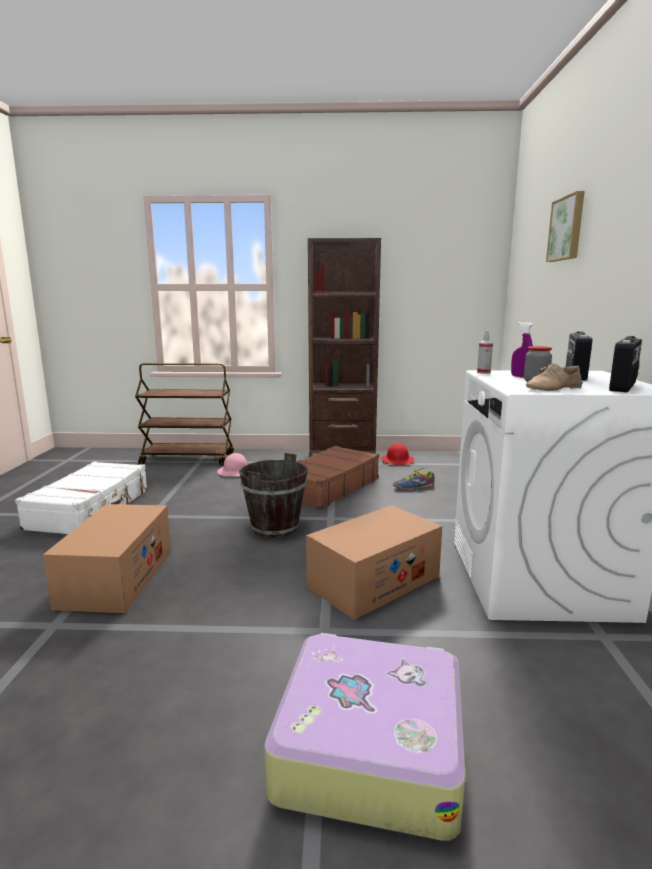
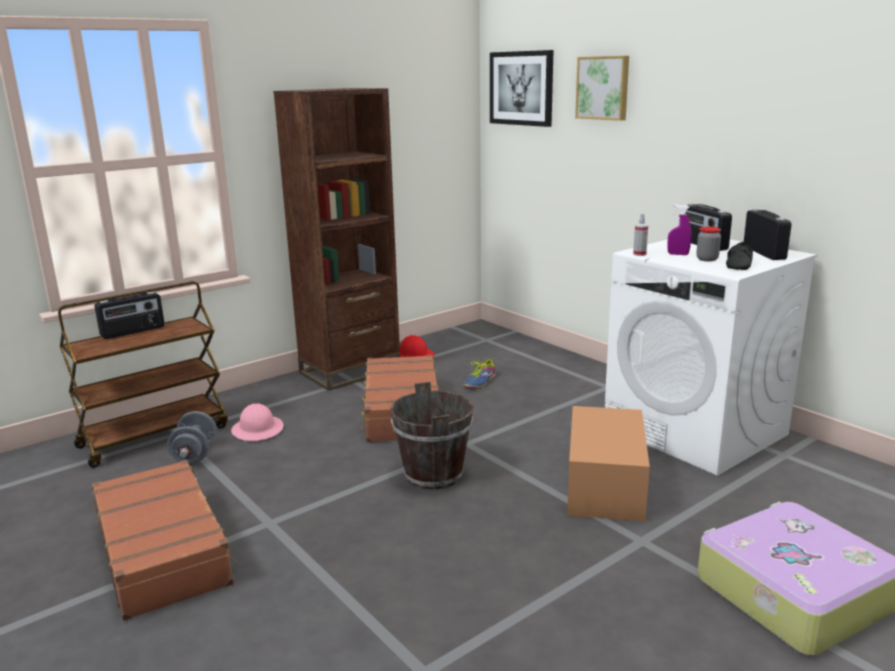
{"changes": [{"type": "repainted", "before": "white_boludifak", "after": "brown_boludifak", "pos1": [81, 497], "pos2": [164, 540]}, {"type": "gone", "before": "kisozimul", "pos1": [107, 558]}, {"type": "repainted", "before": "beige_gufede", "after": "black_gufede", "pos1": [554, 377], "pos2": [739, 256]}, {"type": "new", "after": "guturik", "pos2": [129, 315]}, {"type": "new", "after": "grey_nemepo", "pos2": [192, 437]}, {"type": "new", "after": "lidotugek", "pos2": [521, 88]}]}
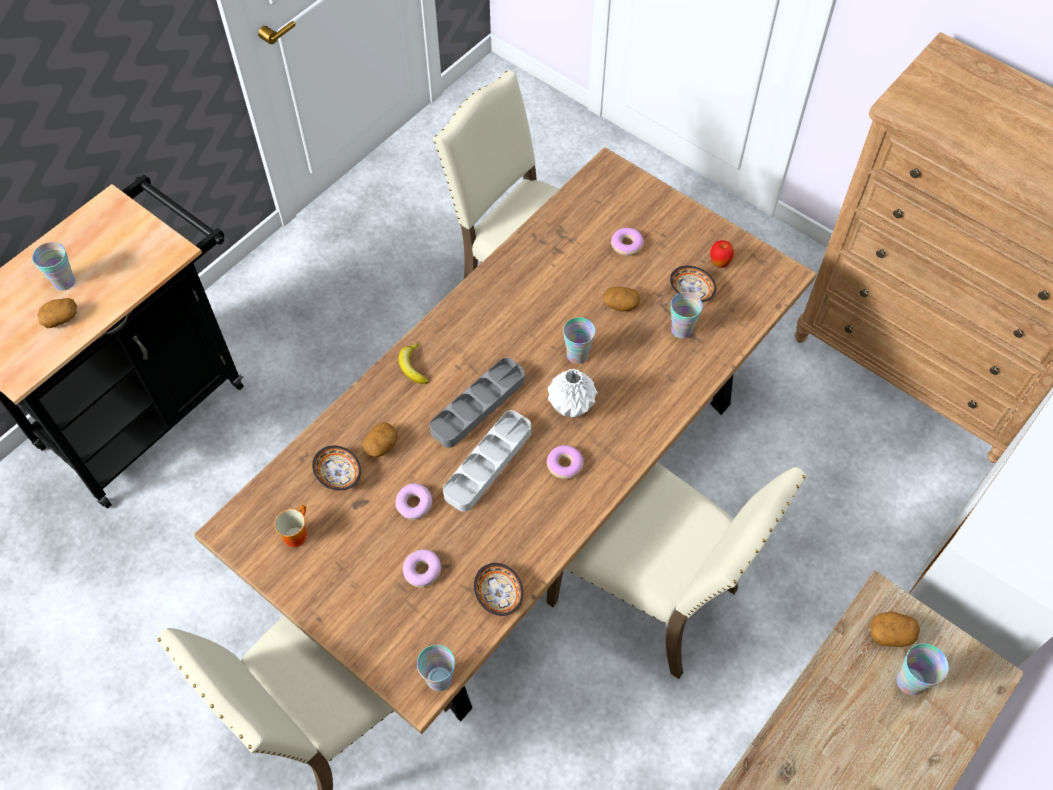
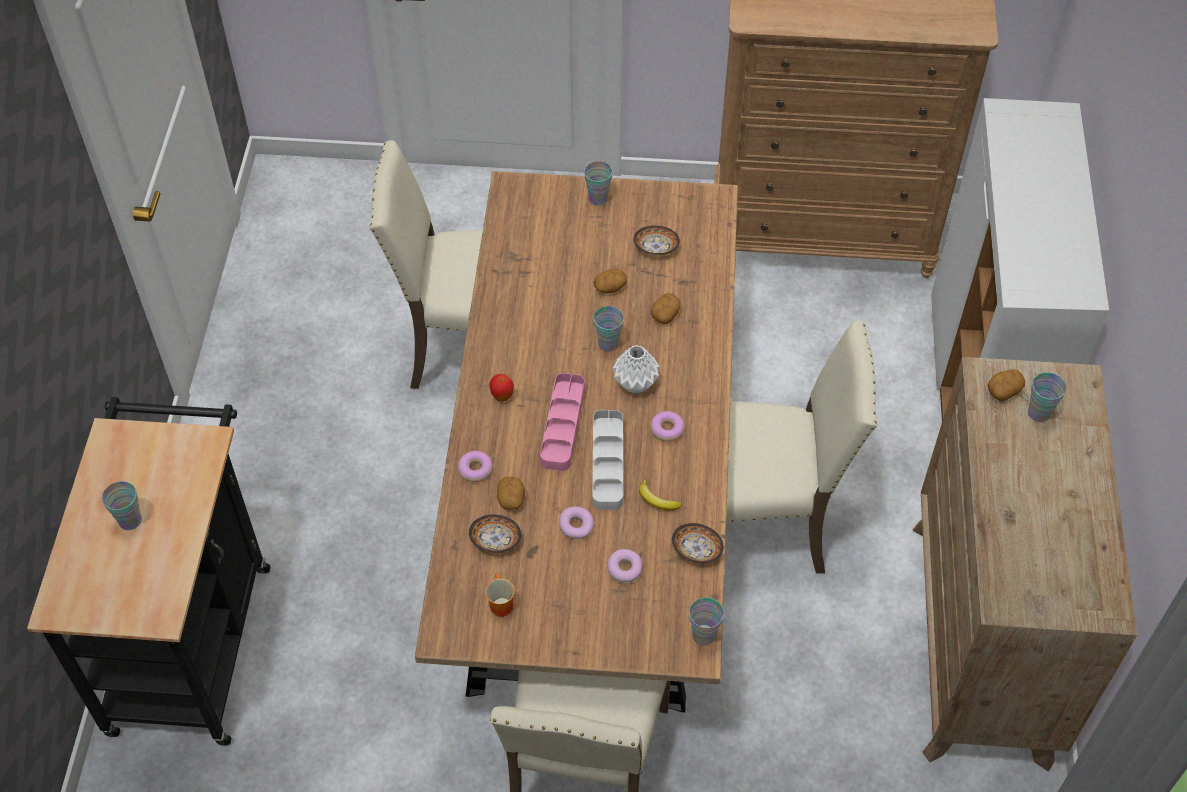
{"changes": [{"type": "shifted", "before": "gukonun", "pos1": [57, 313], "pos2": [666, 308]}, {"type": "shifted", "before": "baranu", "pos1": [414, 364], "pos2": [660, 494]}, {"type": "repainted", "before": "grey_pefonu", "after": "pink_pefonu", "pos1": [477, 403], "pos2": [562, 422]}, {"type": "shifted", "before": "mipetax", "pos1": [627, 242], "pos2": [475, 466]}, {"type": "shifted", "before": "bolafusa", "pos1": [687, 315], "pos2": [598, 183]}, {"type": "shifted", "before": "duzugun", "pos1": [722, 254], "pos2": [501, 387]}]}
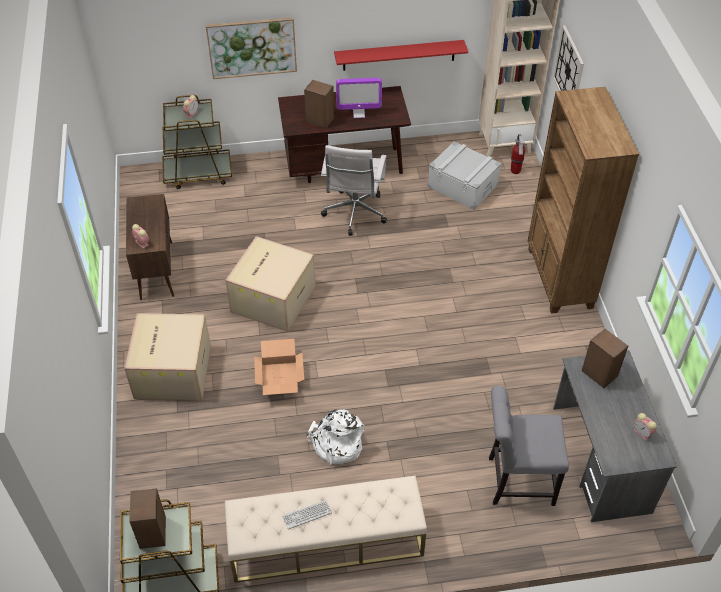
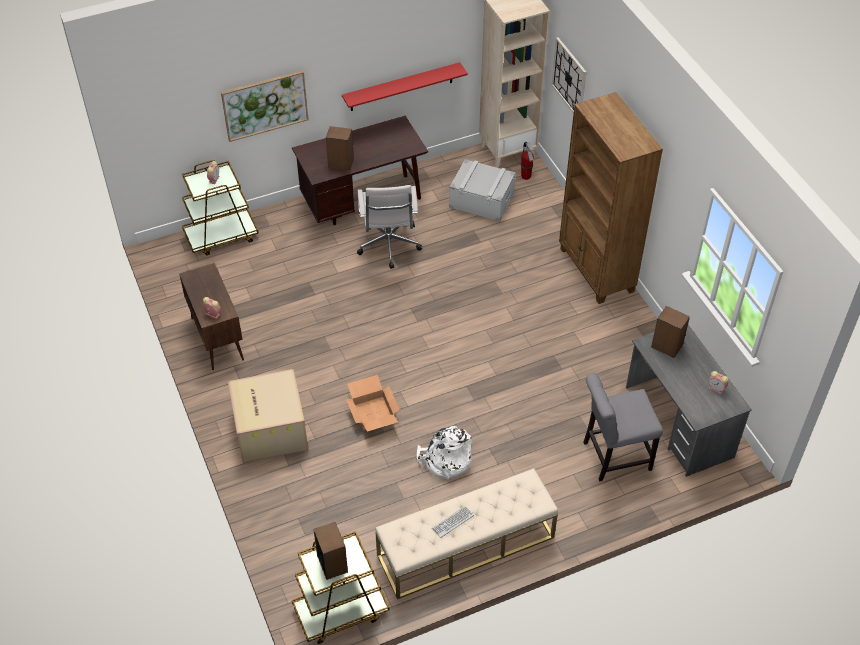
{"changes": [{"type": "gone", "before": "kisozimul", "pos1": [270, 284]}, {"type": "gone", "before": "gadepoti", "pos1": [359, 98]}]}
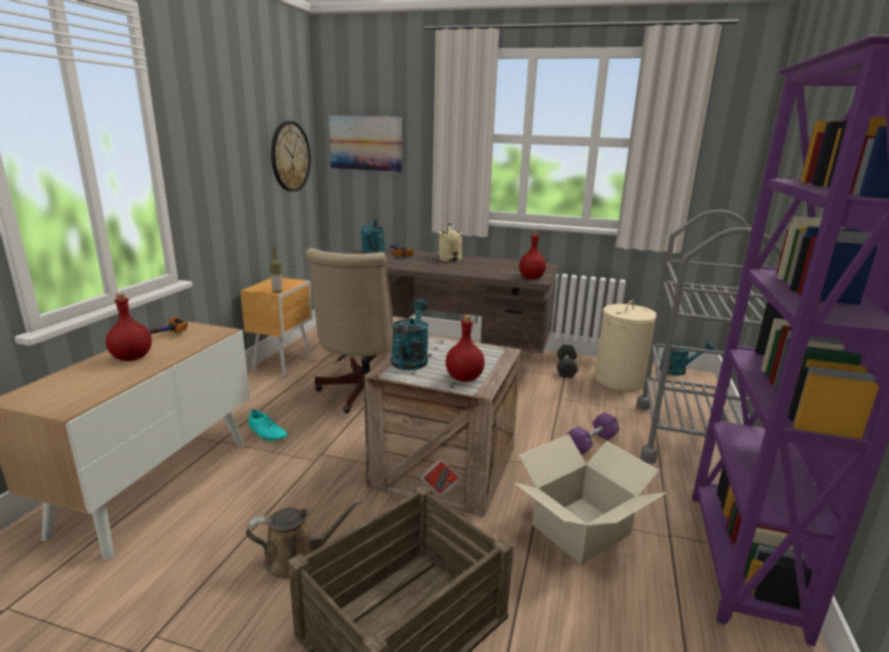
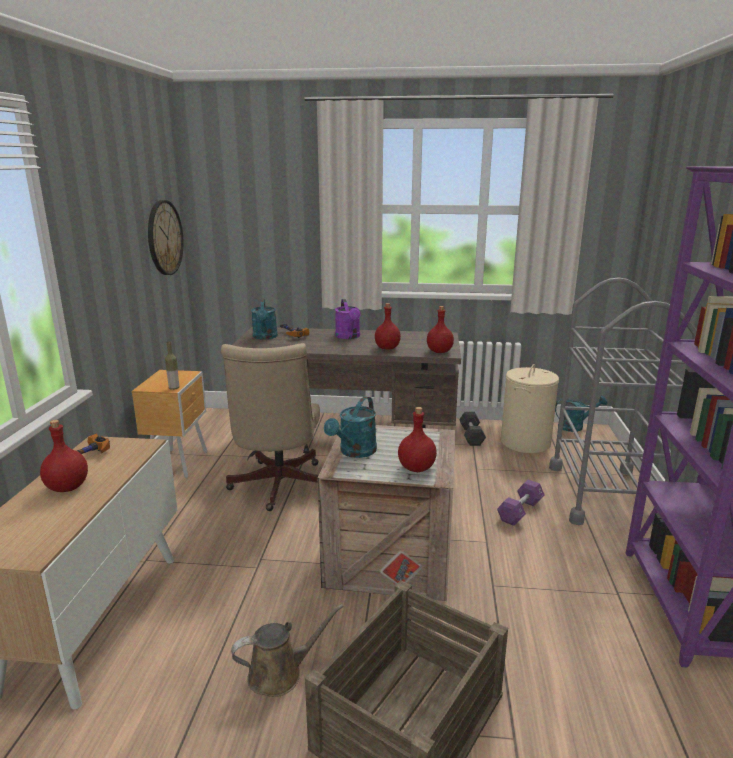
{"changes": [{"type": "gone", "before": "turquoise_gufede", "pos1": [268, 425]}, {"type": "gone", "before": "lidotugek", "pos1": [365, 143]}, {"type": "rotated", "before": "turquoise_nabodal", "pos1": [410, 334], "pos2": [350, 427], "turn": -150}, {"type": "repainted", "before": "beige_nabodal", "after": "purple_nabodal", "pos1": [450, 242], "pos2": [348, 319]}, {"type": "gone", "before": "kisozimul", "pos1": [591, 499]}, {"type": "new", "after": "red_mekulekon", "pos2": [388, 326]}]}
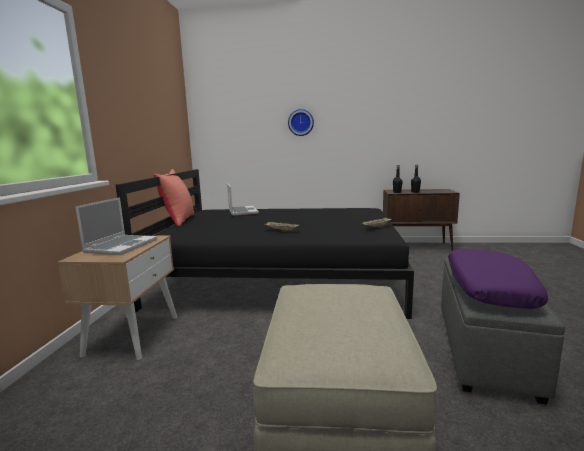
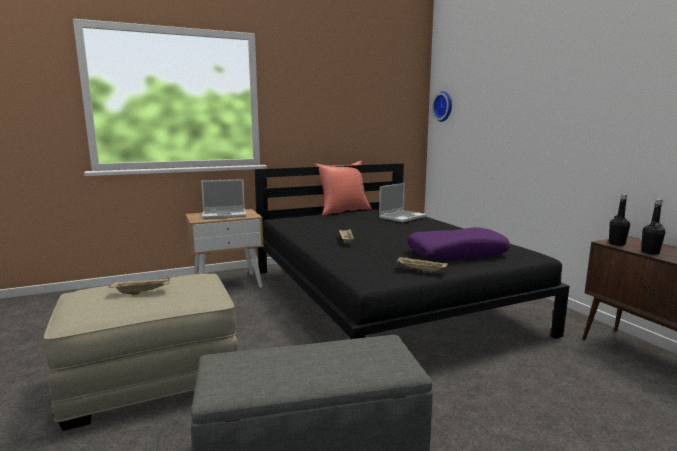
{"changes": [{"type": "shifted", "before": "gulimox", "pos1": [301, 122], "pos2": [442, 106]}, {"type": "shifted", "before": "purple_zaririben", "pos1": [498, 279], "pos2": [458, 243]}, {"type": "new", "after": "beige_pefonu", "pos2": [139, 286]}]}
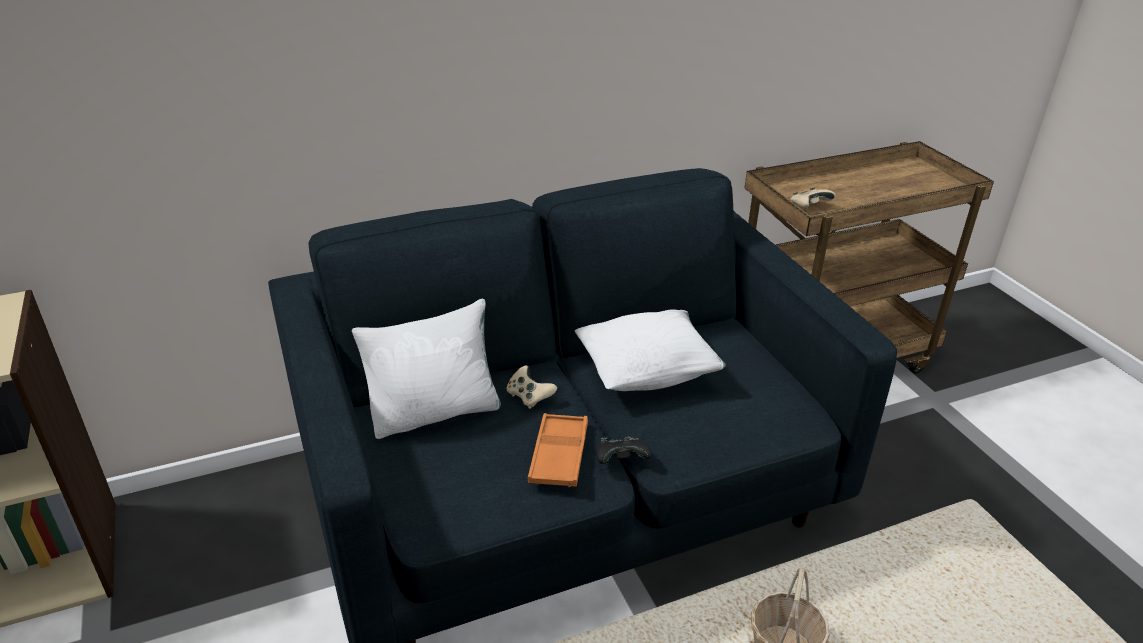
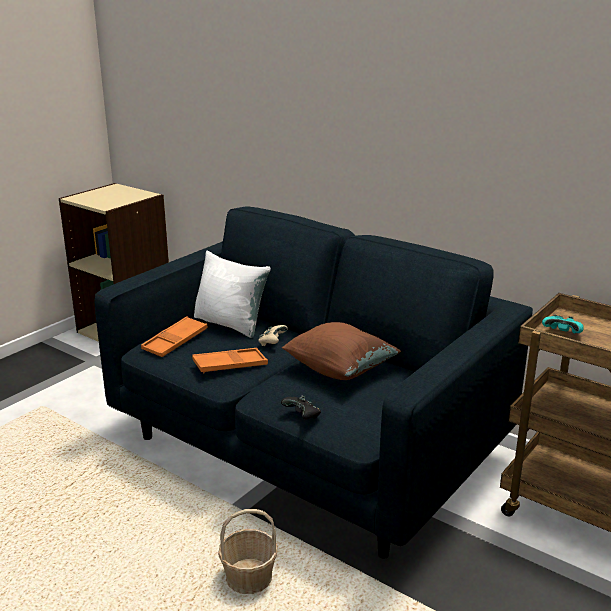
{"changes": [{"type": "repainted", "before": "white_zaririben", "after": "brown_zaririben", "pos1": [650, 350], "pos2": [341, 351]}, {"type": "shifted", "before": "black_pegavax", "pos1": [624, 450], "pos2": [301, 408]}, {"type": "repainted", "before": "beige_pegavax", "after": "turquoise_pegavax", "pos1": [813, 197], "pos2": [563, 323]}, {"type": "new", "after": "orange_pefonu", "pos2": [174, 336]}]}
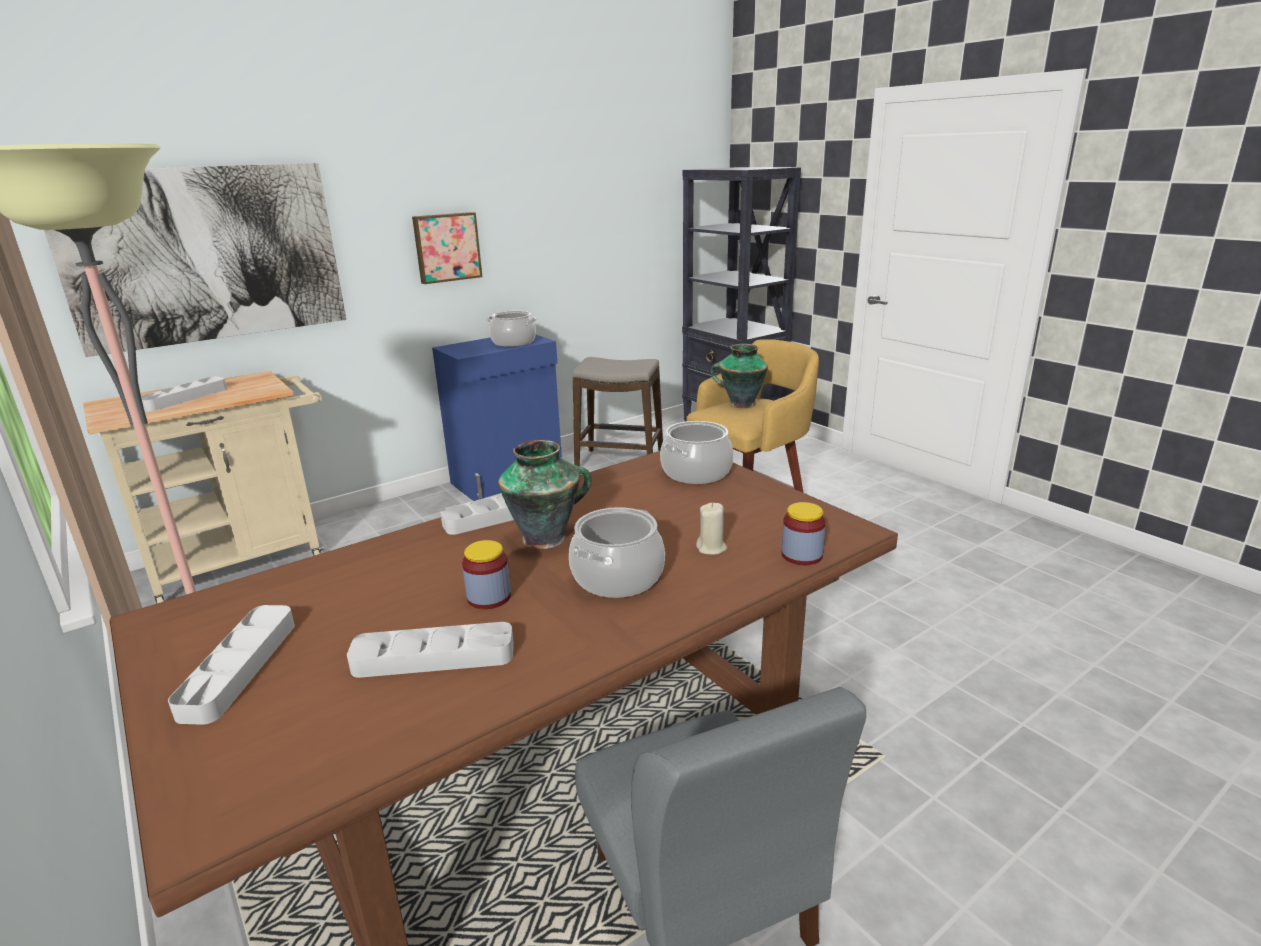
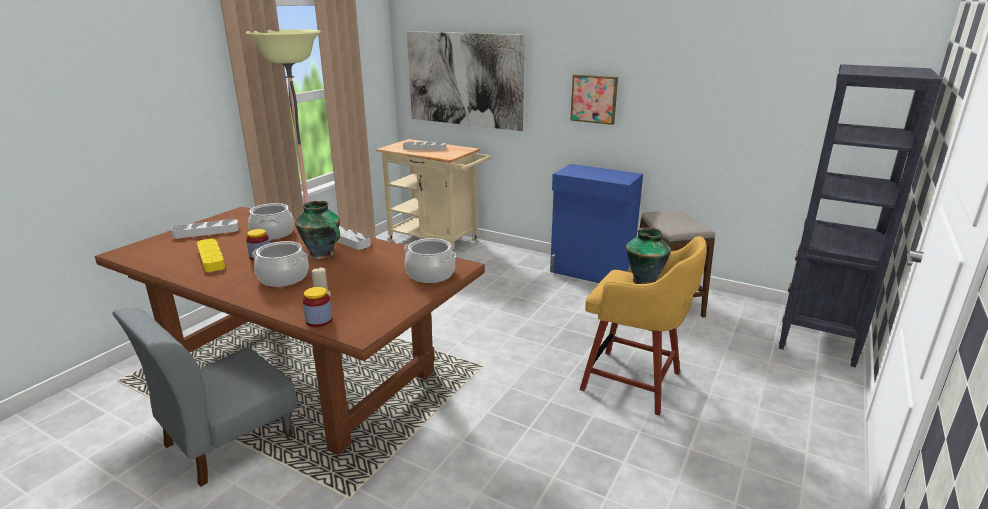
{"changes": [{"type": "repainted", "before": "grey_pefonu", "after": "yellow_pefonu", "pos1": [430, 650], "pos2": [211, 255]}, {"type": "shifted", "before": "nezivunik", "pos1": [512, 329], "pos2": [271, 221]}]}
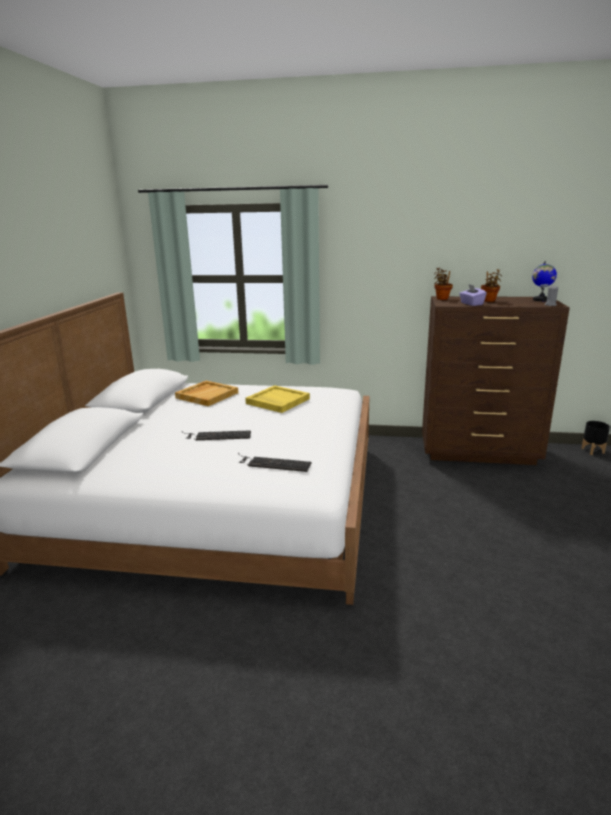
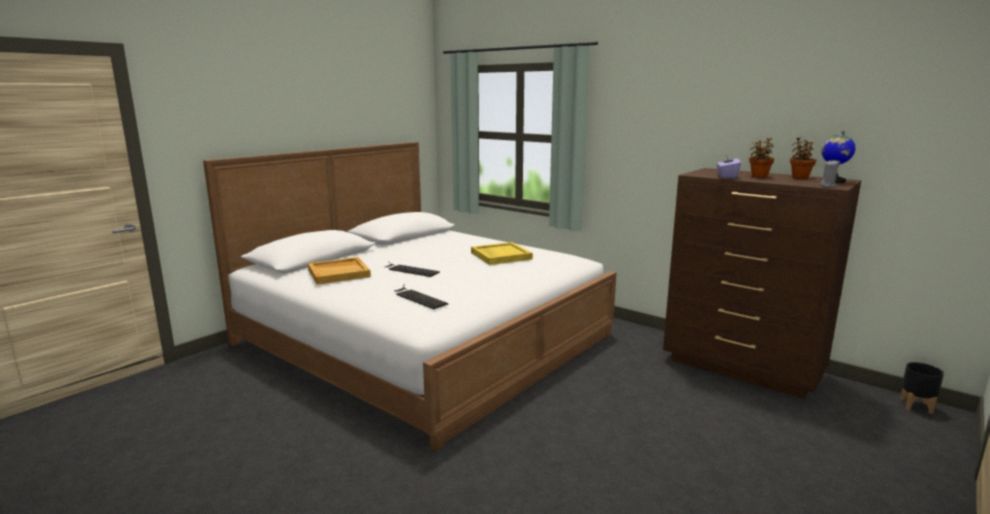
{"changes": [{"type": "shifted", "before": "beige_pefonu", "pos1": [206, 393], "pos2": [339, 271]}, {"type": "shifted", "before": "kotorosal", "pos1": [443, 283], "pos2": [803, 158]}]}
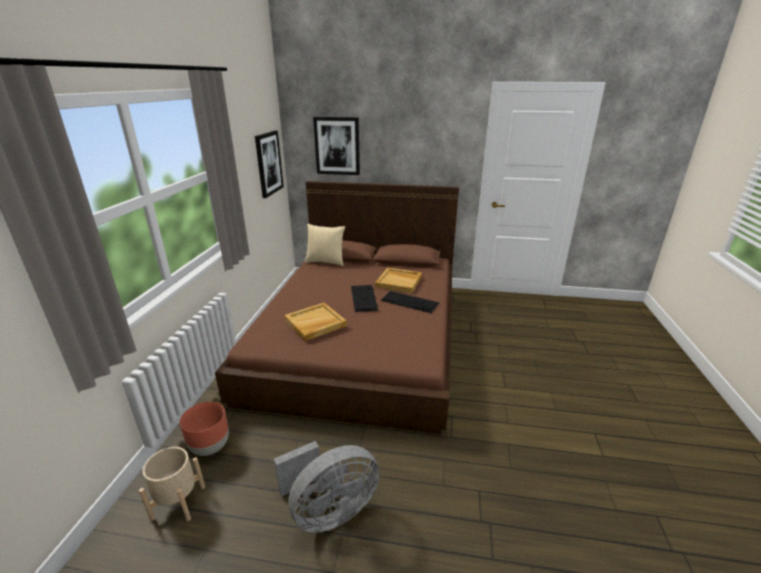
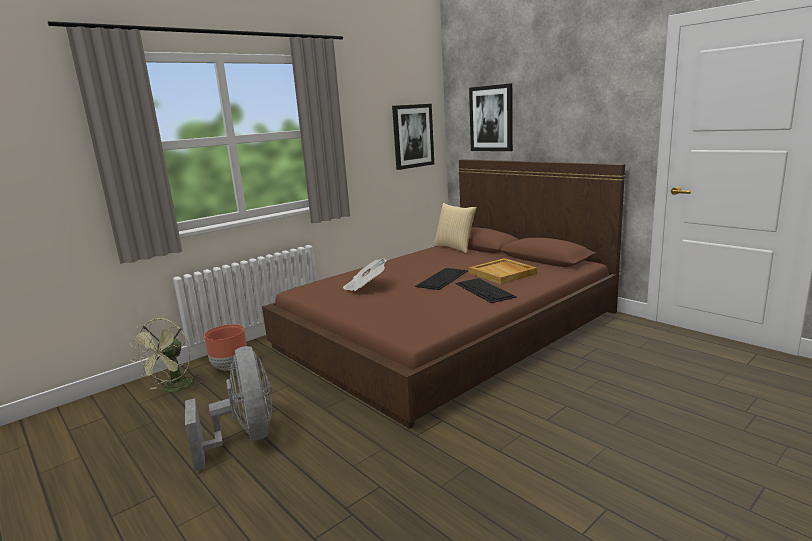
{"changes": [{"type": "swapped", "before": "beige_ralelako", "after": "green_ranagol", "pos1": [172, 484], "pos2": [165, 355]}, {"type": "rotated", "before": "grey_ranagol", "pos1": [327, 487], "pos2": [228, 408], "turn": -120}, {"type": "swapped", "before": "beige_pefonu", "after": "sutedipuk", "pos1": [316, 322], "pos2": [365, 275]}]}
